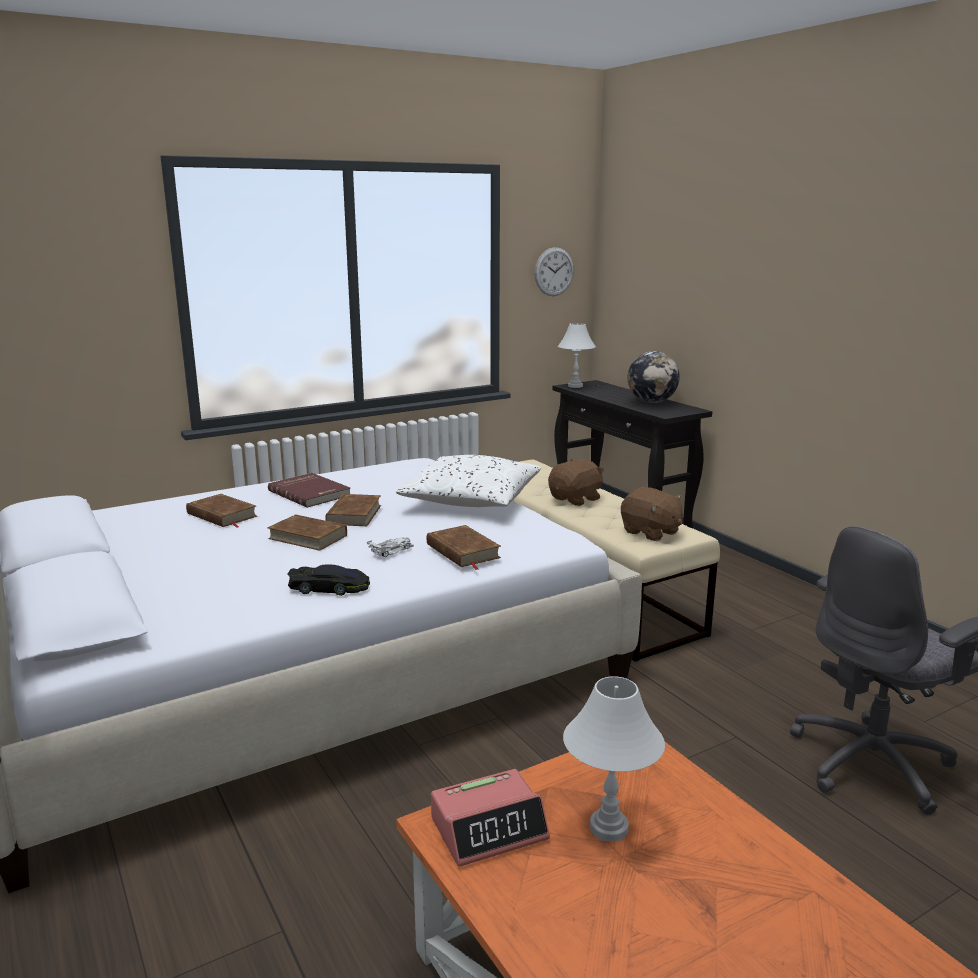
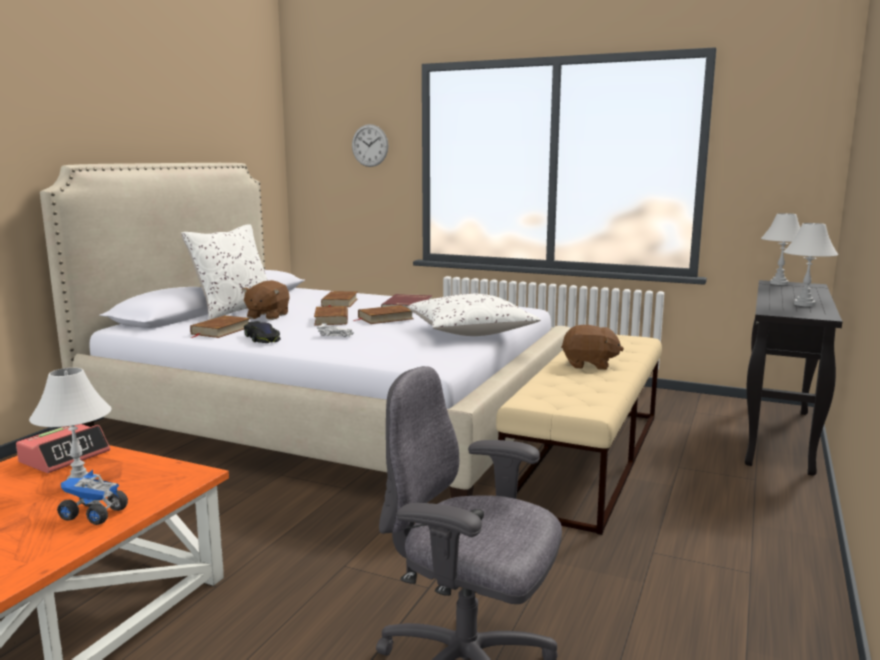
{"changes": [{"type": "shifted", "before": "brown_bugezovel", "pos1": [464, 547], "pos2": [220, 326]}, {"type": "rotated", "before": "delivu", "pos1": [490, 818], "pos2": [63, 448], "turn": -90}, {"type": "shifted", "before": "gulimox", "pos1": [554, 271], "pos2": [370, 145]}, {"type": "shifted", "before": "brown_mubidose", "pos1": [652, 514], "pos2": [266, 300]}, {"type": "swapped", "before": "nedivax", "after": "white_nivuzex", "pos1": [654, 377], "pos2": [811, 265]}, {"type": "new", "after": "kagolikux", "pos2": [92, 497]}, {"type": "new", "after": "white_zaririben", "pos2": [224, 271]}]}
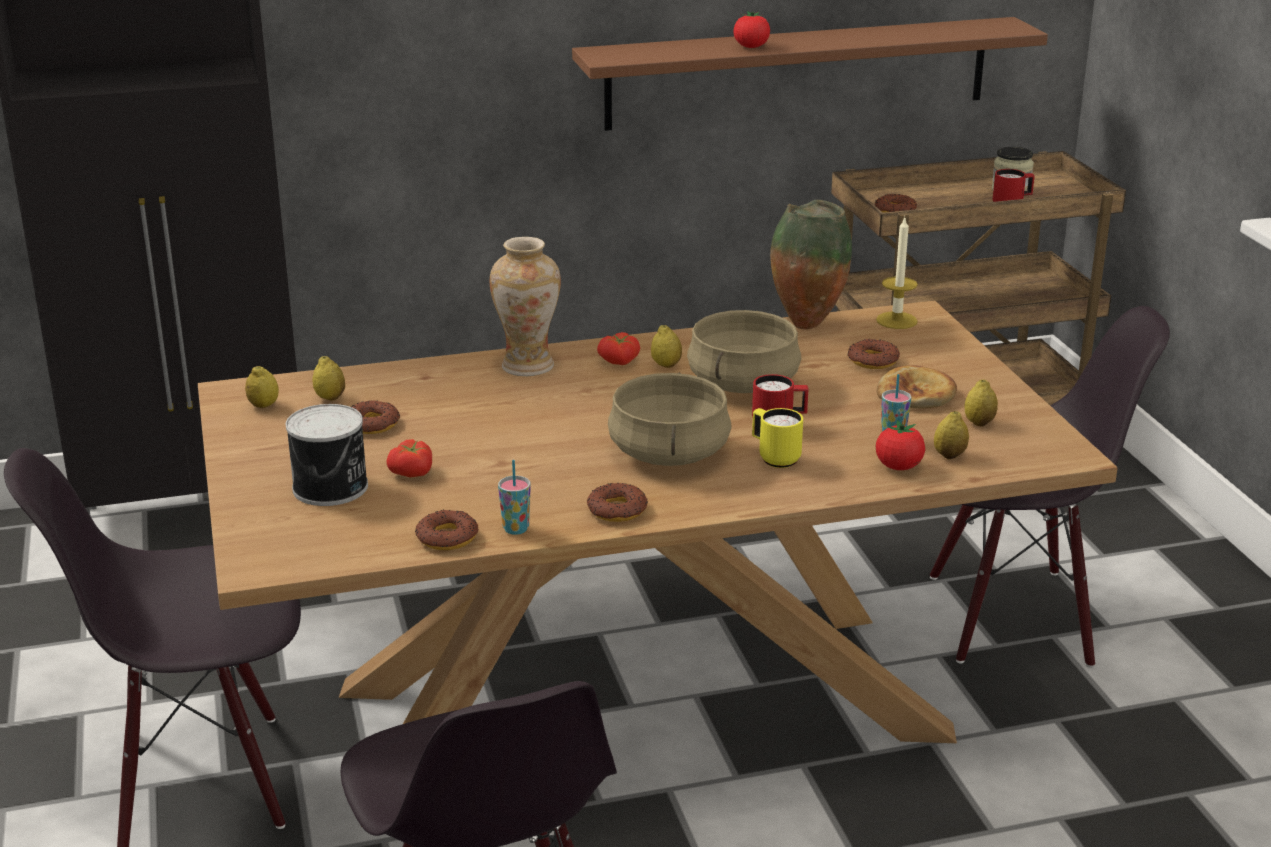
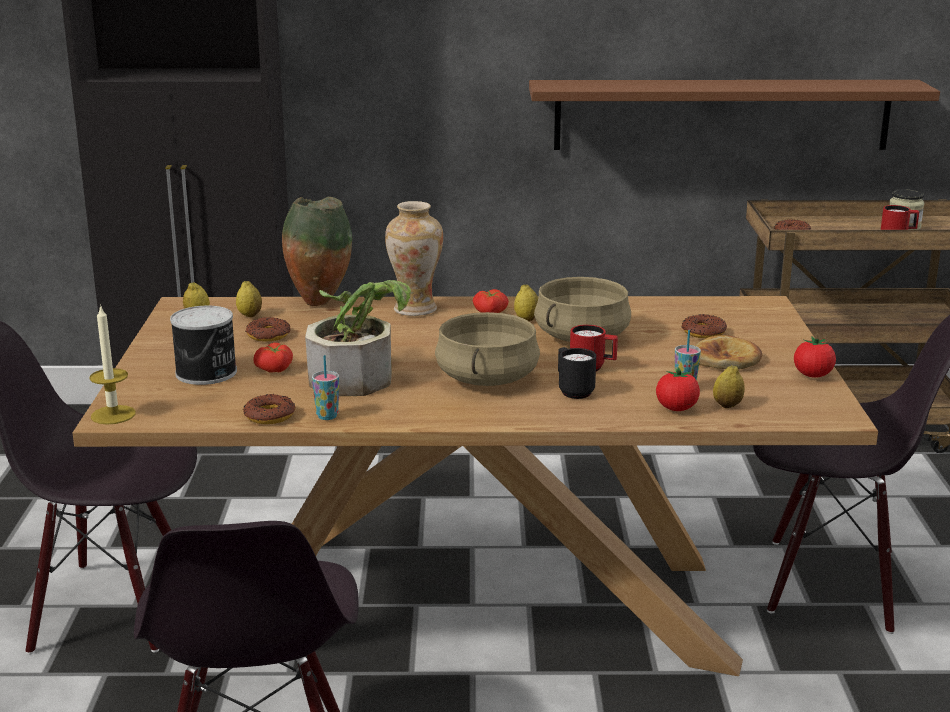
{"changes": [{"type": "gone", "before": "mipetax", "pos1": [617, 502]}, {"type": "shifted", "before": "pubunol", "pos1": [751, 29], "pos2": [815, 357]}, {"type": "repainted", "before": "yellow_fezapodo", "after": "black_fezapodo", "pos1": [777, 438], "pos2": [577, 373]}, {"type": "shifted", "before": "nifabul", "pos1": [811, 264], "pos2": [317, 251]}, {"type": "shifted", "before": "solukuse", "pos1": [897, 273], "pos2": [112, 364]}, {"type": "gone", "before": "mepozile", "pos1": [981, 403]}, {"type": "new", "after": "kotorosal", "pos2": [358, 338]}]}
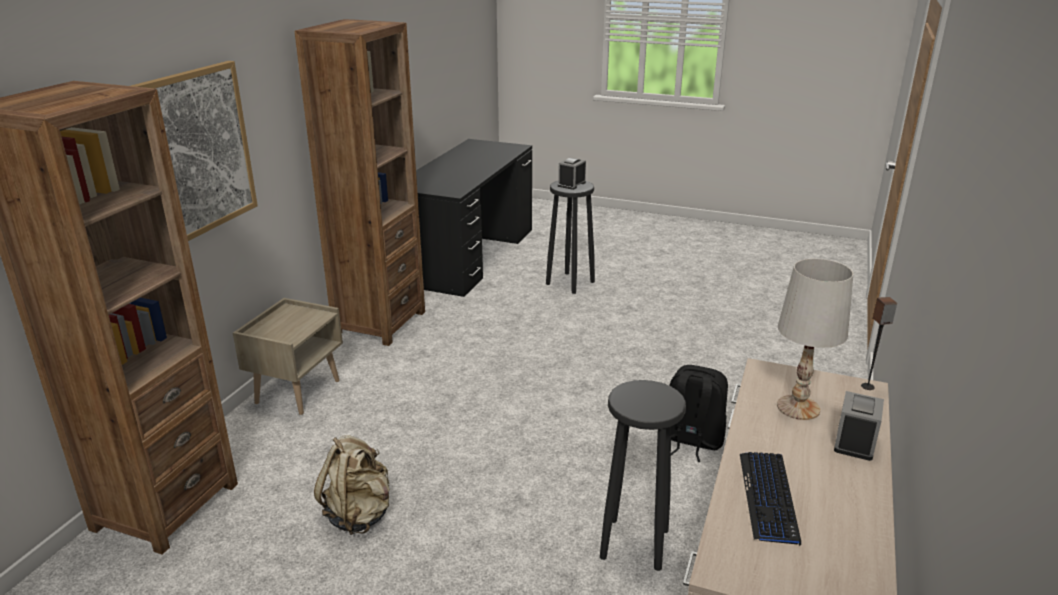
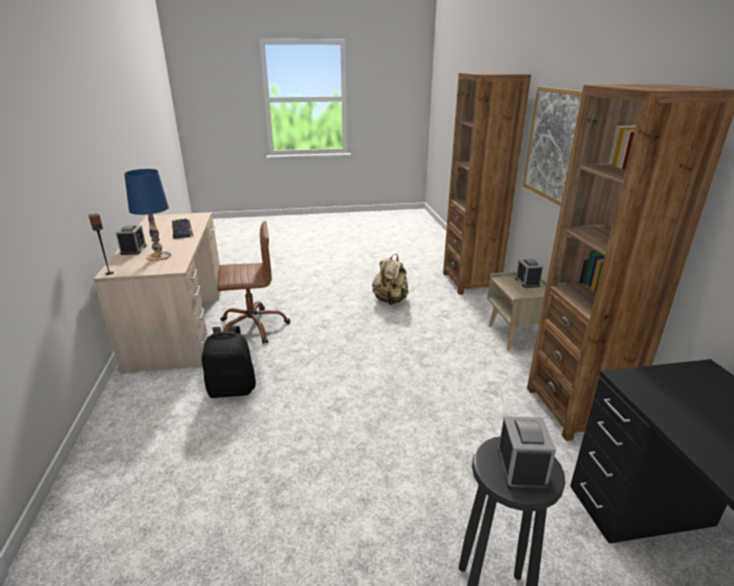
{"changes": [{"type": "swapped", "before": "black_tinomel", "after": "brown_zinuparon", "pos1": [643, 475], "pos2": [253, 282]}, {"type": "repainted", "before": "white_nivuzex", "after": "blue_nivuzex", "pos1": [815, 339], "pos2": [147, 215]}, {"type": "new", "after": "delivu", "pos2": [529, 273]}]}
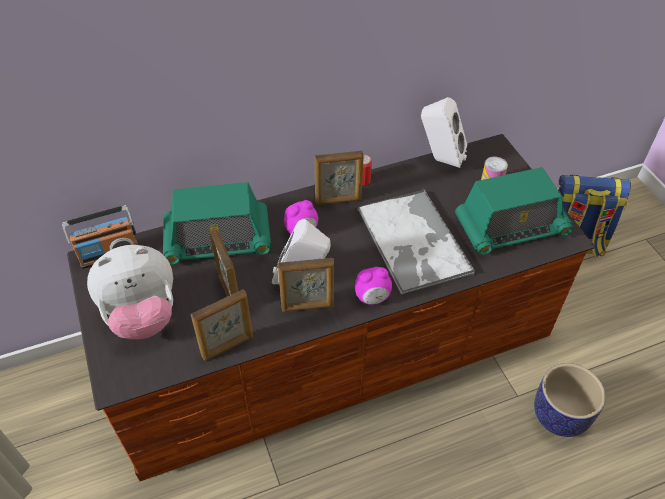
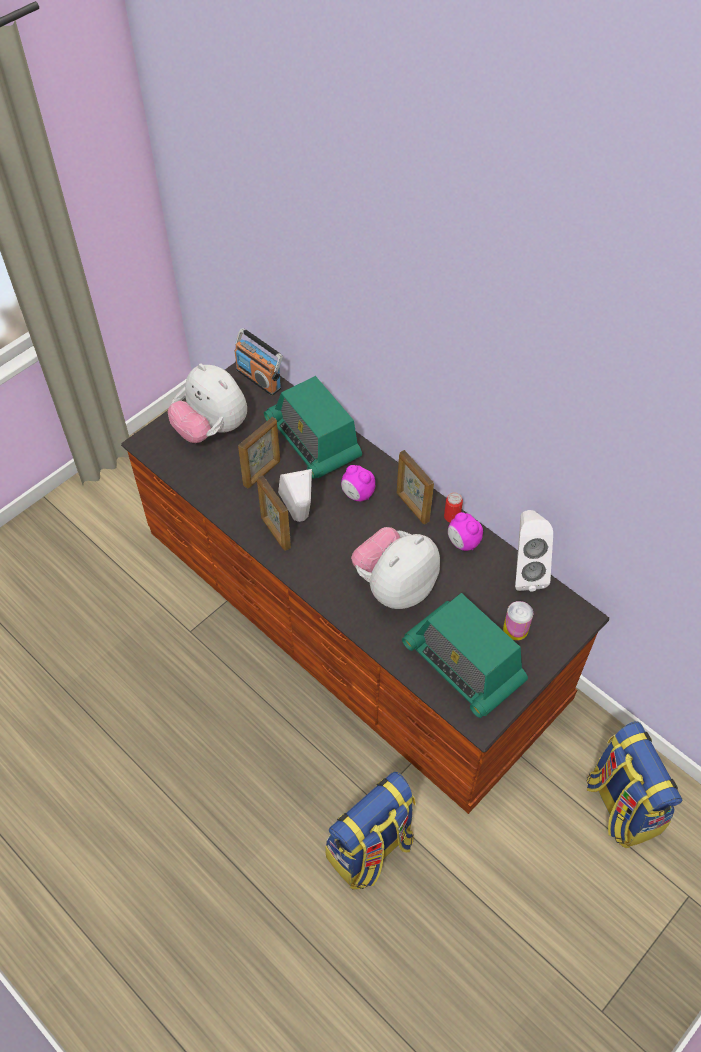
{"changes": [{"type": "gone", "before": "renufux", "pos1": [222, 325]}, {"type": "shifted", "before": "delivu", "pos1": [373, 286], "pos2": [465, 531]}, {"type": "swapped", "before": "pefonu", "after": "mubidose", "pos1": [416, 242], "pos2": [395, 568]}, {"type": "swapped", "before": "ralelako", "after": "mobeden", "pos1": [570, 400], "pos2": [370, 830]}]}
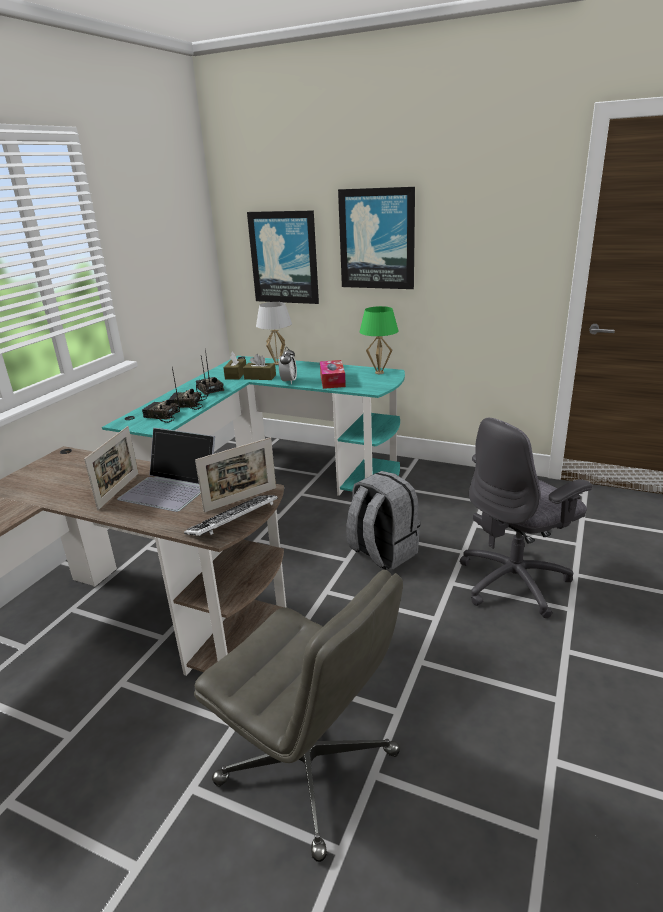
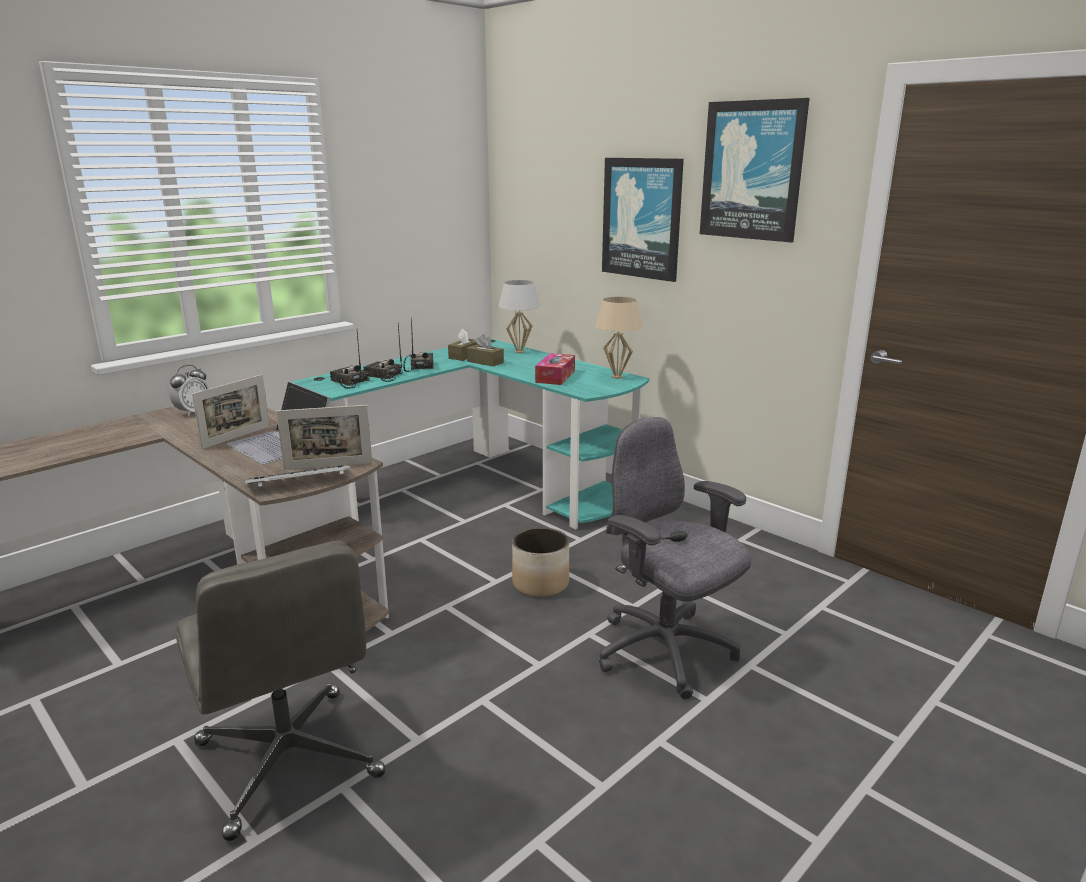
{"changes": [{"type": "shifted", "before": "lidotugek", "pos1": [283, 257], "pos2": [755, 170]}, {"type": "shifted", "before": "delivu", "pos1": [288, 365], "pos2": [190, 391]}, {"type": "swapped", "before": "grey_mobeden", "after": "ralelako", "pos1": [383, 520], "pos2": [540, 562]}, {"type": "repainted", "before": "green_nivuzex", "after": "beige_nivuzex", "pos1": [379, 340], "pos2": [619, 338]}, {"type": "rotated", "before": "grey_zinuparon", "pos1": [526, 518], "pos2": [675, 558], "turn": 60}]}
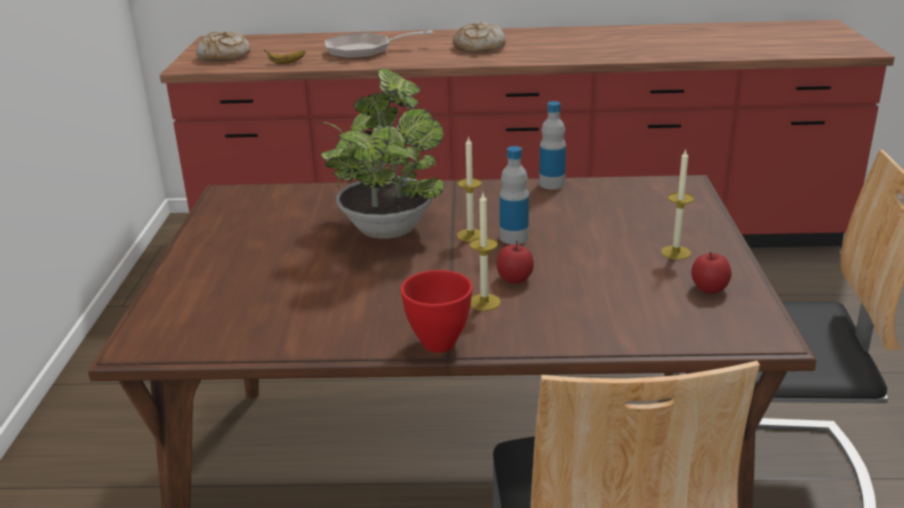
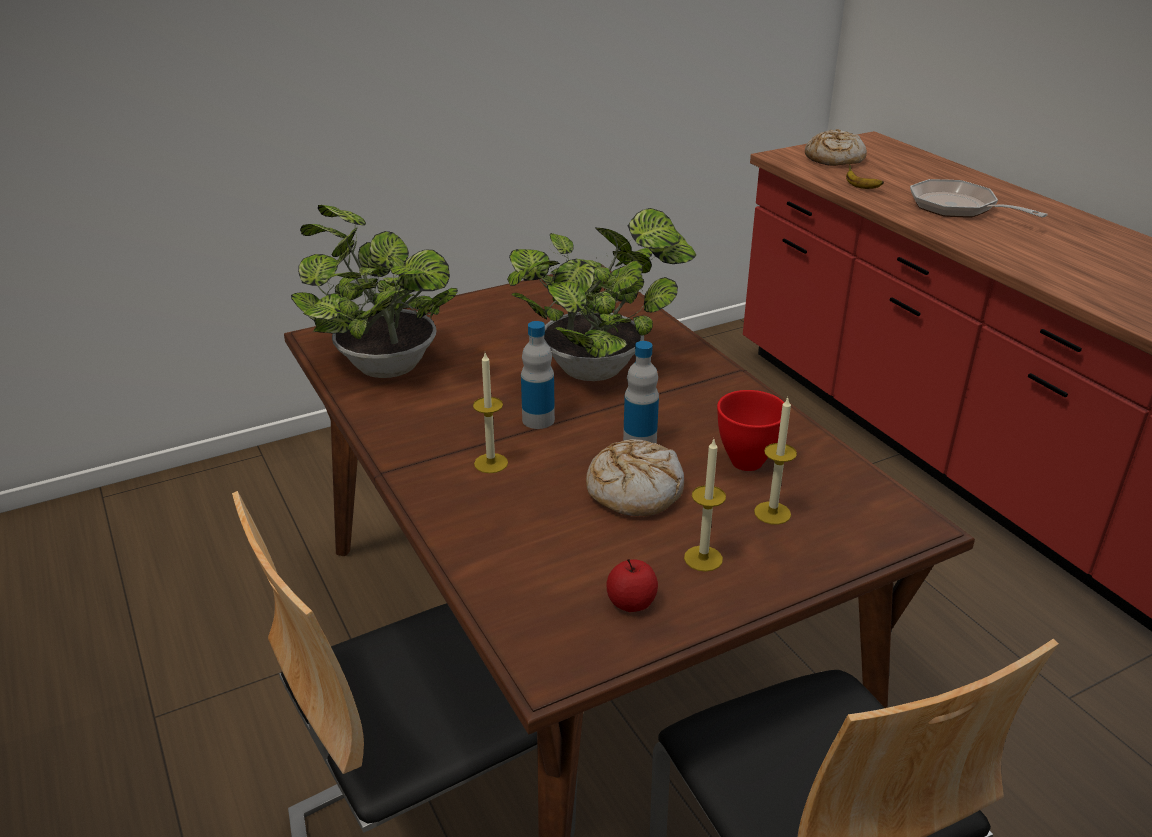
{"changes": [{"type": "shifted", "before": "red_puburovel", "pos1": [437, 311], "pos2": [751, 430]}, {"type": "shifted", "before": "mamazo", "pos1": [479, 37], "pos2": [635, 477]}, {"type": "shifted", "before": "solukuse", "pos1": [469, 189], "pos2": [775, 461]}, {"type": "gone", "before": "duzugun", "pos1": [515, 262]}, {"type": "shifted", "before": "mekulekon", "pos1": [552, 145], "pos2": [538, 375]}, {"type": "new", "after": "kotorosal", "pos2": [374, 291]}]}
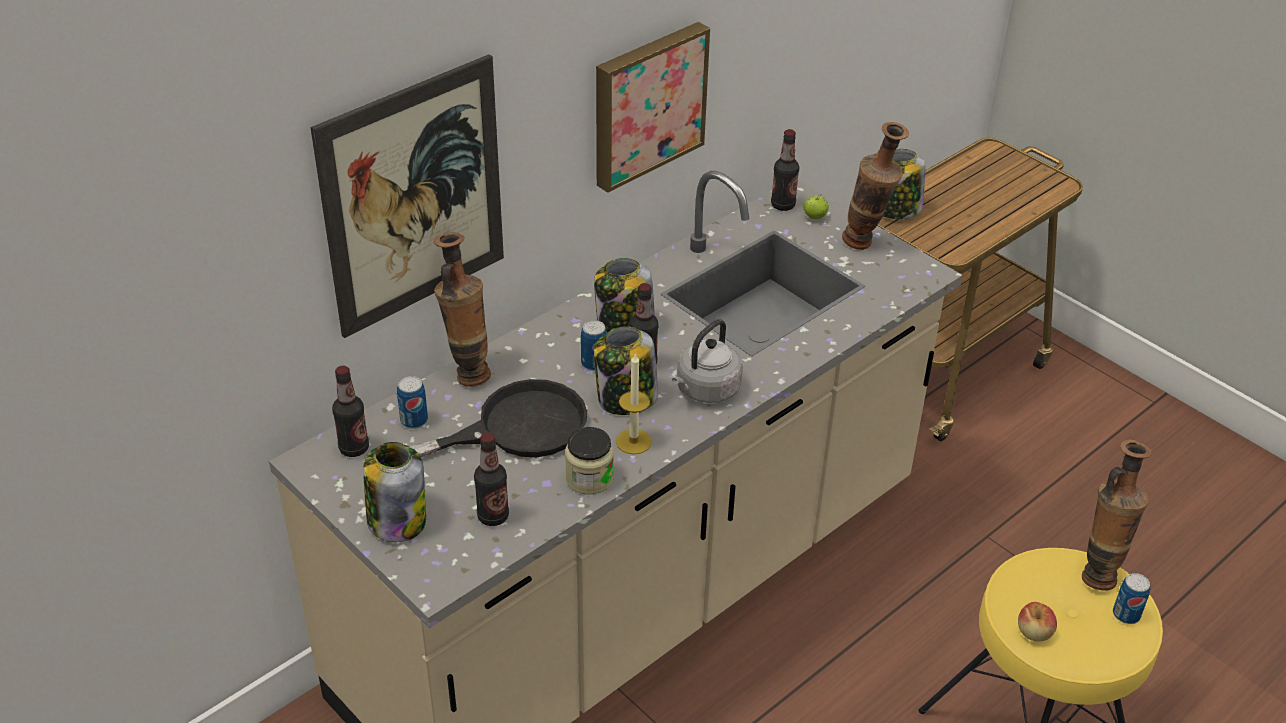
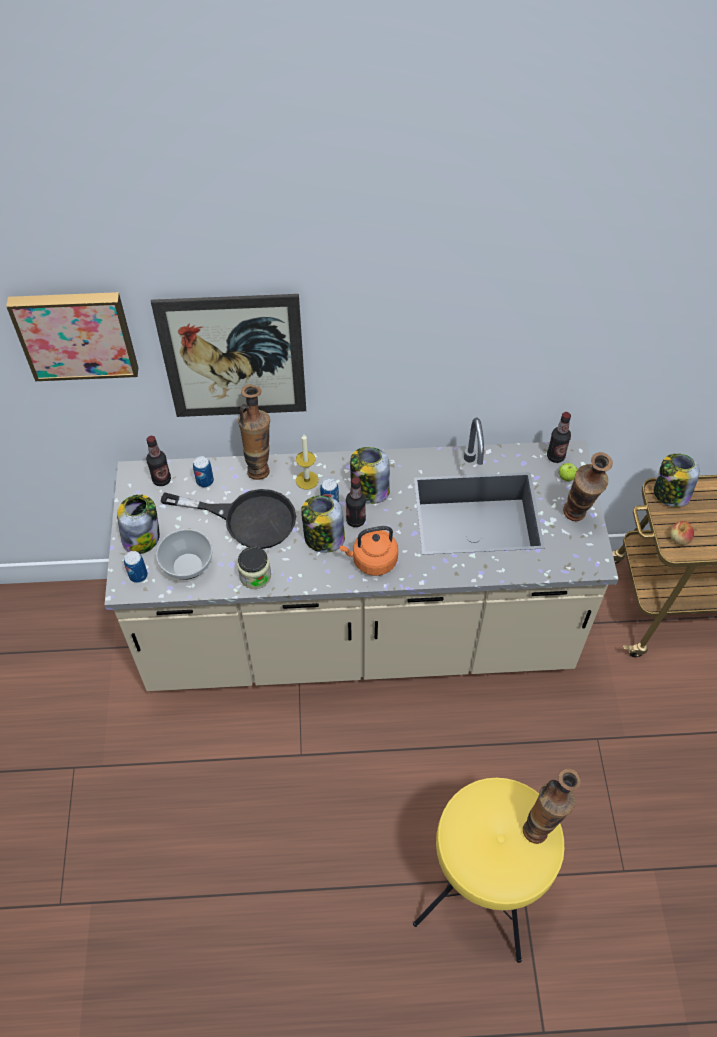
{"changes": [{"type": "swapped", "before": "mekulekon", "after": "puburovel", "pos1": [491, 479], "pos2": [184, 554]}, {"type": "shifted", "before": "lidotugek", "pos1": [653, 107], "pos2": [72, 337]}, {"type": "shifted", "before": "solukuse", "pos1": [634, 403], "pos2": [307, 462]}, {"type": "repainted", "before": "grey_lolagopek", "after": "orange_lolagopek", "pos1": [707, 361], "pos2": [368, 551]}, {"type": "shifted", "before": "duzugun", "pos1": [1037, 622], "pos2": [682, 533]}, {"type": "shifted", "before": "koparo", "pos1": [1131, 598], "pos2": [136, 567]}]}
